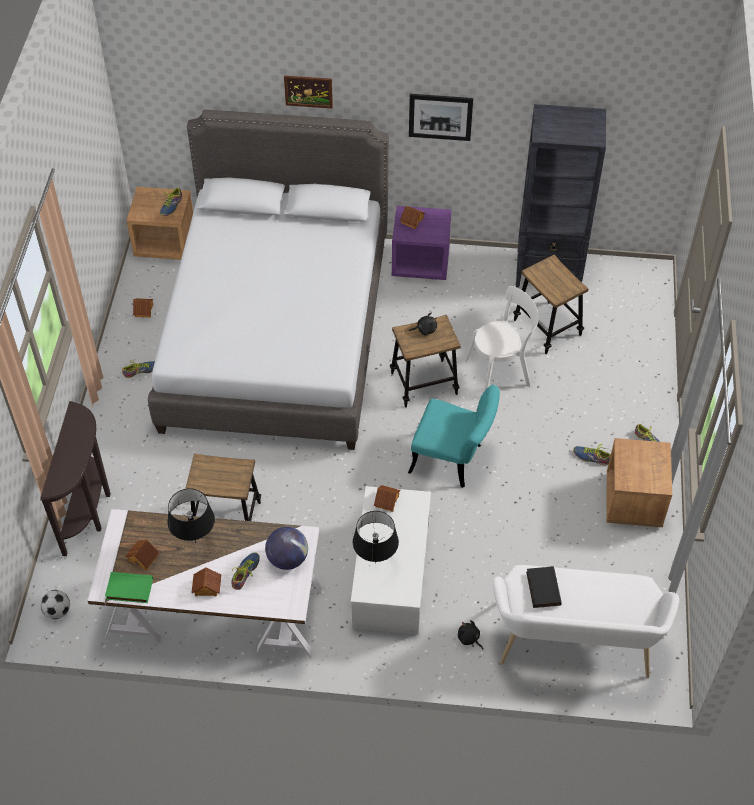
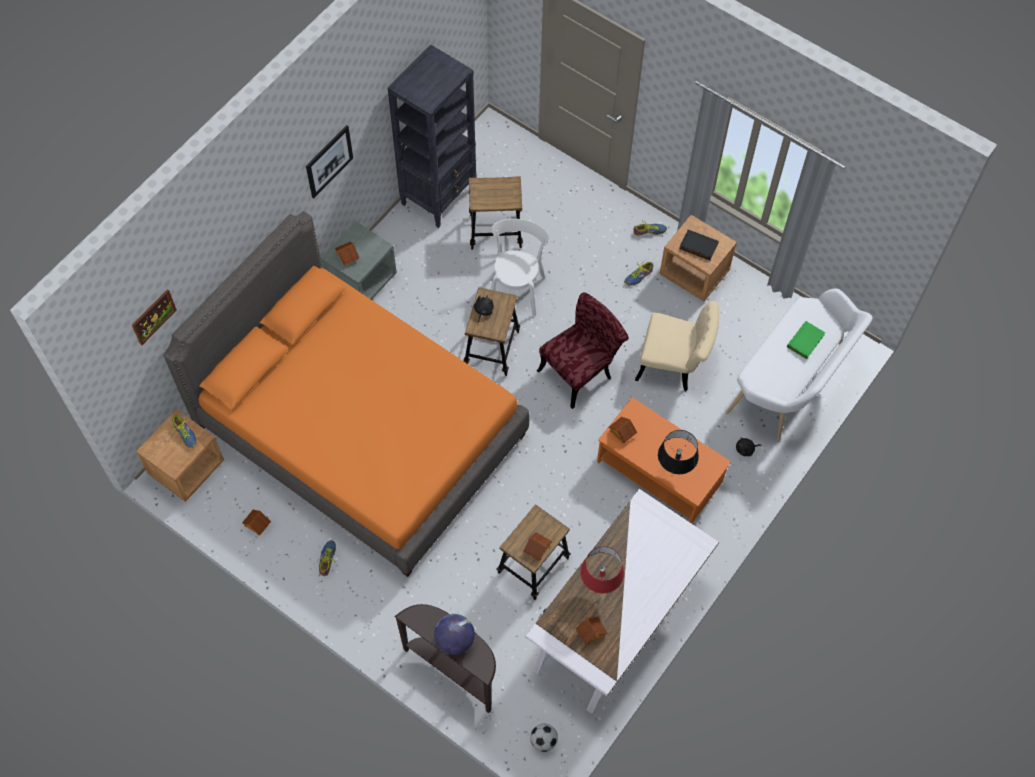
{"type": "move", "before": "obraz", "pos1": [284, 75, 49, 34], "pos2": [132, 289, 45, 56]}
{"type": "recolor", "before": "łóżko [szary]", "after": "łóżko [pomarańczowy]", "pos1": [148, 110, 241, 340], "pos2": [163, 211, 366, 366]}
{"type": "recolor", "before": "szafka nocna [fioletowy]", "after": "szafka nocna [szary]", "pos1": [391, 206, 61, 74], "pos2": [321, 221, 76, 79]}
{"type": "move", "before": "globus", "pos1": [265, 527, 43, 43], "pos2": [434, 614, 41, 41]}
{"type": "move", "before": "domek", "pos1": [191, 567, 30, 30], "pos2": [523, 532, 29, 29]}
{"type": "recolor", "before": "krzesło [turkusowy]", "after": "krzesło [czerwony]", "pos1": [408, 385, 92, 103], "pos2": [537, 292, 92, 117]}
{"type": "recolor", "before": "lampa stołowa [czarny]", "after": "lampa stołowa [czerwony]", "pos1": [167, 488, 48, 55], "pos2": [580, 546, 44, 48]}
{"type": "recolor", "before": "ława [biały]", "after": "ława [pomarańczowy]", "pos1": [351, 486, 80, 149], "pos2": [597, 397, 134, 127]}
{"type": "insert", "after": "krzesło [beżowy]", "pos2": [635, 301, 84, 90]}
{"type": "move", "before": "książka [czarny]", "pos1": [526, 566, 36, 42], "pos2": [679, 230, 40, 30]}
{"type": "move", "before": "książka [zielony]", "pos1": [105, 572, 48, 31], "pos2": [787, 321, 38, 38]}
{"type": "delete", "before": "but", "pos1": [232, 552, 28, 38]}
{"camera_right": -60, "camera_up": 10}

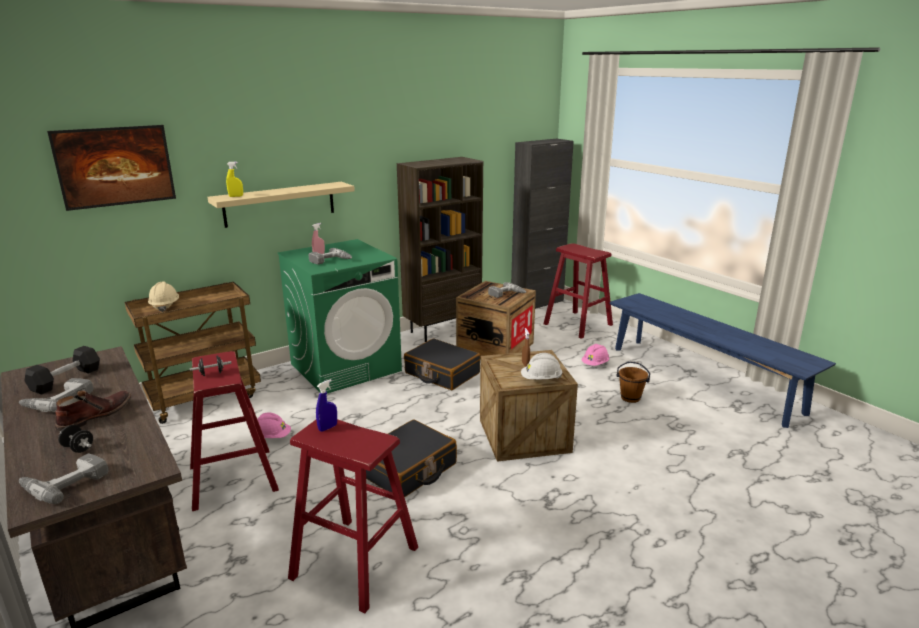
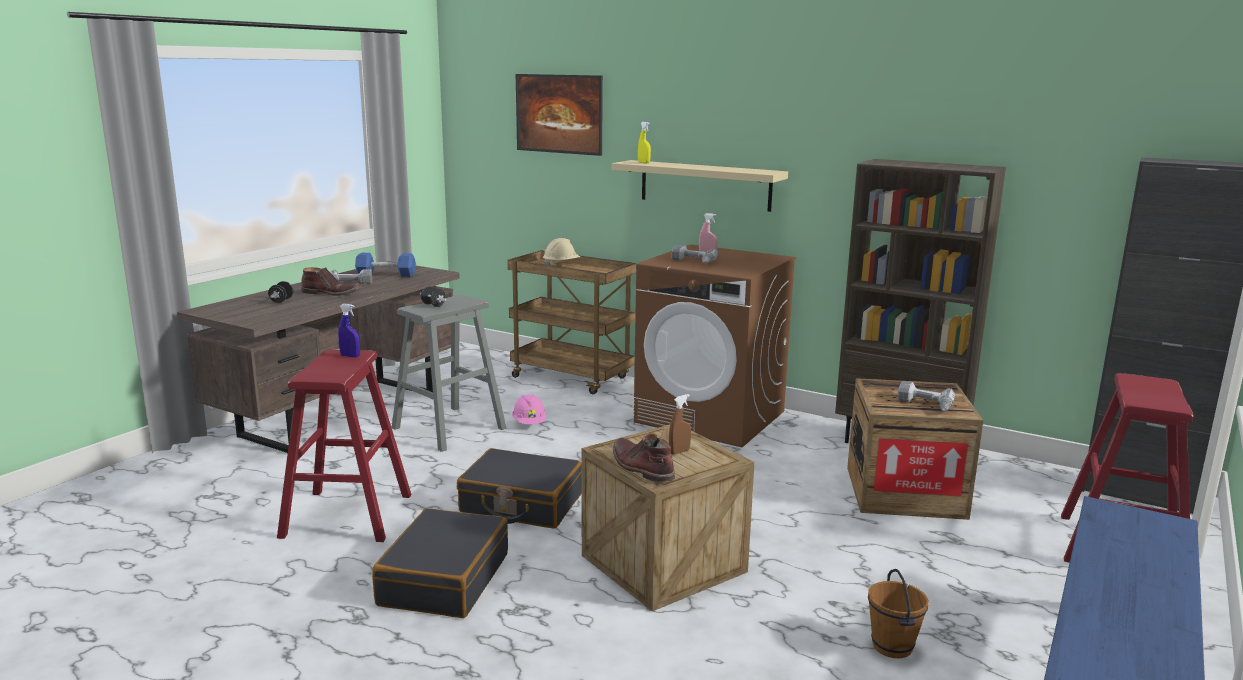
{"type": "recolor", "before": "hantel [czarny]", "after": "hantel [niebieski]", "pos1": [25, 346, 75, 49], "pos2": [355, 253, 61, 24]}
{"type": "move", "before": "walizka [czarny]", "pos1": [404, 338, 77, 52], "pos2": [372, 508, 136, 110]}
{"type": "recolor", "before": "stołek [czerwony]", "after": "stołek [szary]", "pos1": [190, 351, 89, 160], "pos2": [392, 295, 114, 157]}
{"type": "replace", "before": "kask [biały]", "after": "but z cholewką [brązowy]", "pos1": [521, 353, 41, 26], "pos2": [613, 433, 62, 49]}
{"type": "recolor", "before": "pralka [zielony]", "after": "pralka [brązowy]", "pos1": [278, 239, 124, 155], "pos2": [634, 244, 162, 203]}
{"type": "delete", "before": "wiertarka", "pos1": [19, 453, 90, 51]}
{"type": "delete", "before": "kask [różowy]", "pos1": [581, 344, 28, 22]}
{"camera_right": 65, "camera_up": -5}

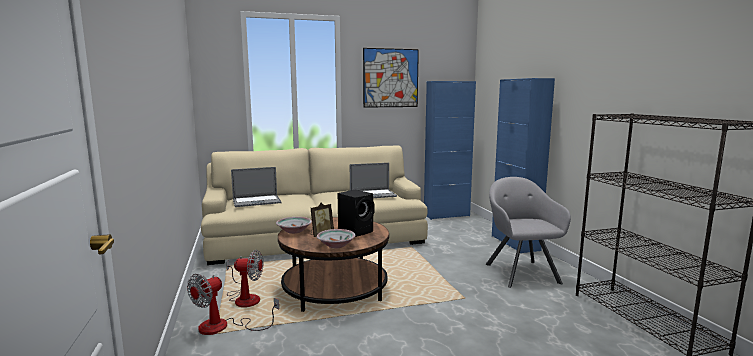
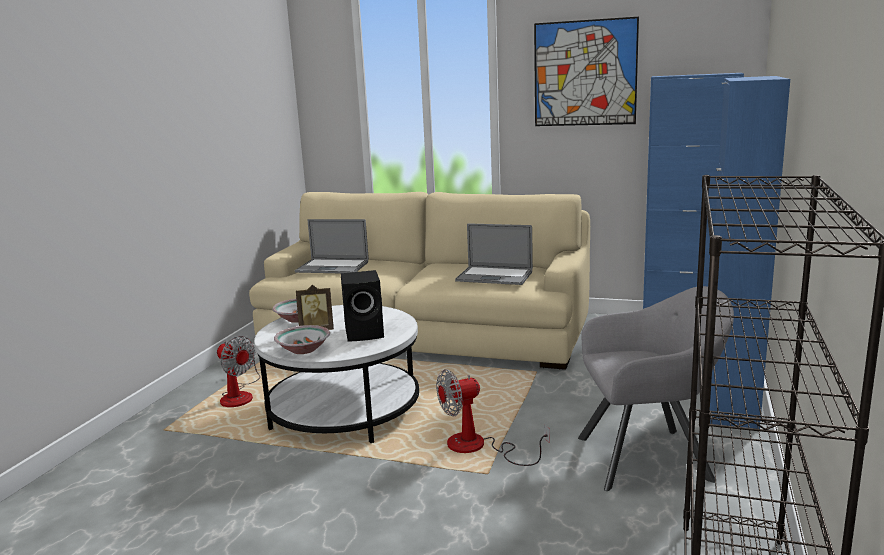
{"type": "recolor", "before": "ława [brązowy]", "after": "ława [biały]", "pos1": [278, 217, 111, 95], "pos2": [254, 305, 165, 138]}
{"type": "move", "before": "wentylator", "pos1": [187, 274, 92, 61], "pos2": [436, 369, 114, 97]}
{"type": "rotate", "before": "fotel [szary]", "pos1": [486, 177, 85, 111], "pos2": [578, 286, 156, 205], "turn": 60}
{"camera_right": 35, "camera_up": 5}

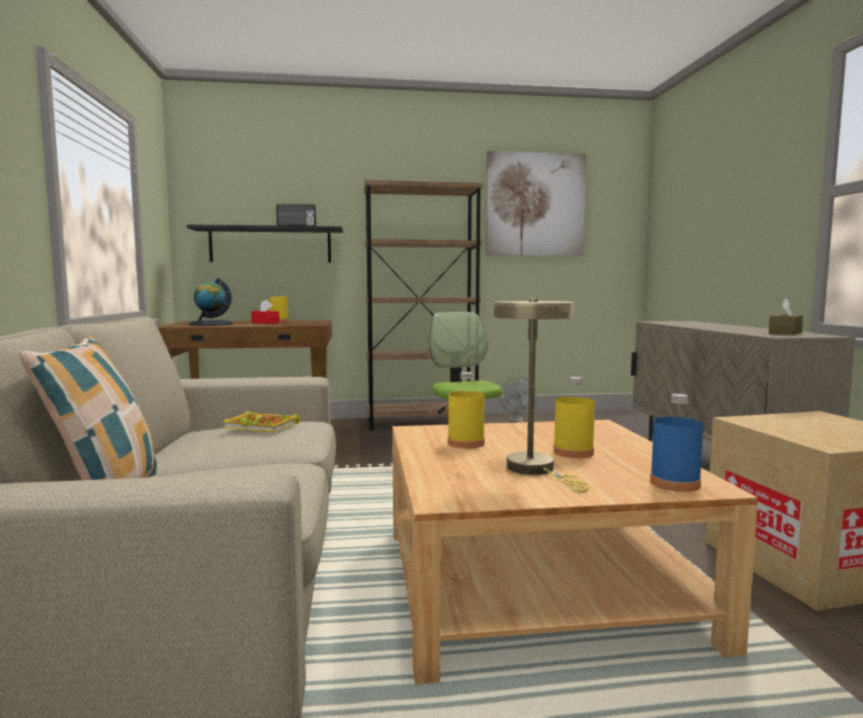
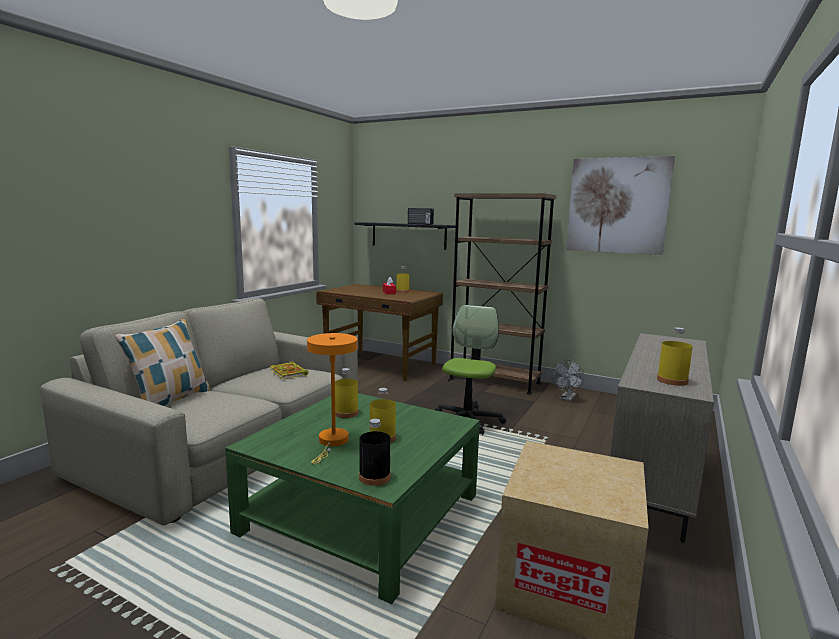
{"type": "recolor", "before": "ława [beżowy]", "after": "ława [zielony]", "pos1": [392, 420, 366, 265], "pos2": [225, 393, 255, 211]}
{"type": "recolor", "before": "lampa stołowa [beżowy]", "after": "lampa stołowa [pomarańczowy]", "pos1": [494, 299, 95, 194], "pos2": [307, 333, 51, 131]}
{"type": "recolor", "before": "butelka [niebieski]", "after": "butelka [czarny]", "pos1": [650, 394, 53, 98], "pos2": [359, 419, 32, 67]}
{"type": "replace", "before": "pudełko chusteczek [brązowy]", "after": "butelka [żółty]", "pos1": [769, 298, 34, 37], "pos2": [657, 327, 36, 59]}
{"type": "delete", "before": "globus", "pos1": [188, 278, 45, 48]}
{"camera_right": 35, "camera_up": 5}

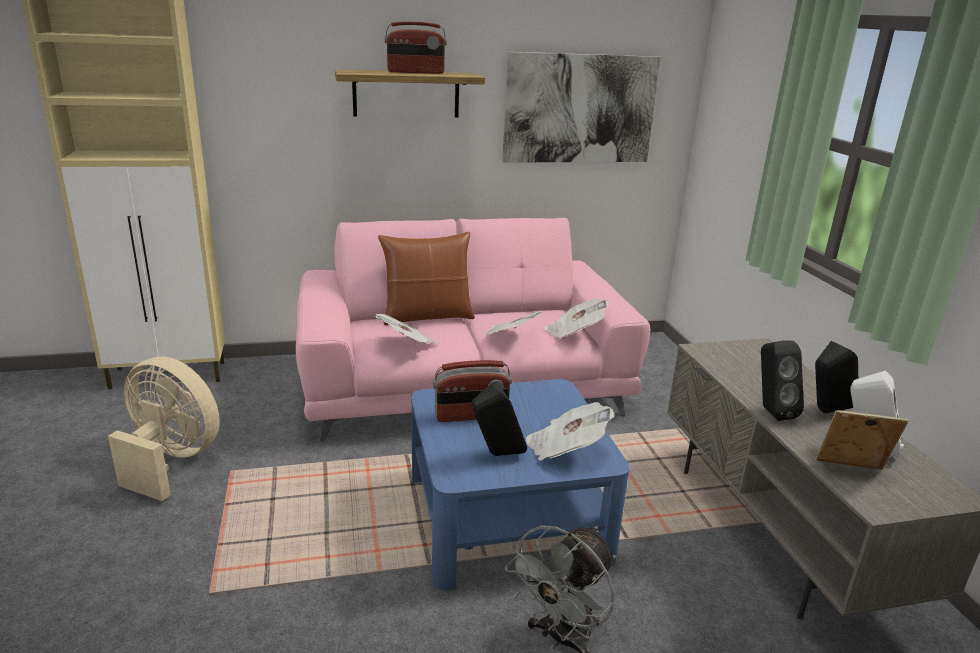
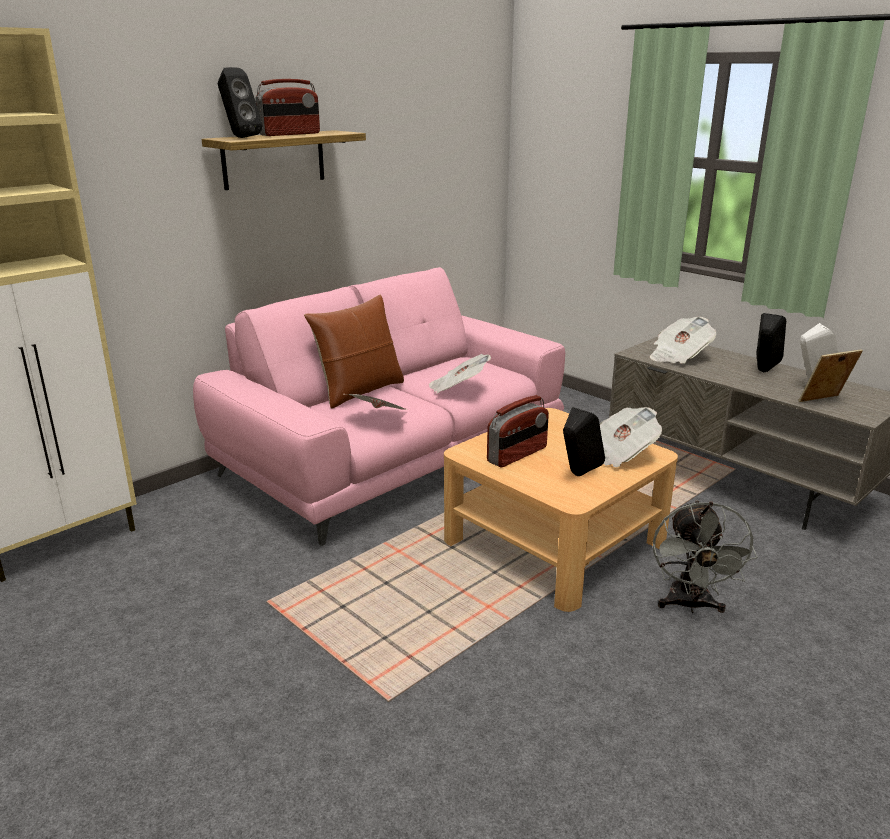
{"type": "move", "before": "głośnik [czarny]", "pos1": [761, 340, 43, 81], "pos2": [218, 67, 45, 71]}
{"type": "recolor", "before": "ława [niebieski]", "after": "ława [beżowy]", "pos1": [411, 379, 219, 211], "pos2": [444, 408, 234, 204]}
{"type": "move", "before": "gazeta", "pos1": [544, 298, 66, 41], "pos2": [650, 317, 66, 47]}
{"type": "delete", "before": "wentylator [beżowy]", "pos1": [108, 356, 112, 145]}
{"type": "delete", "before": "obraz", "pos1": [503, 52, 158, 110]}
{"camera_right": -30, "camera_up": 0}

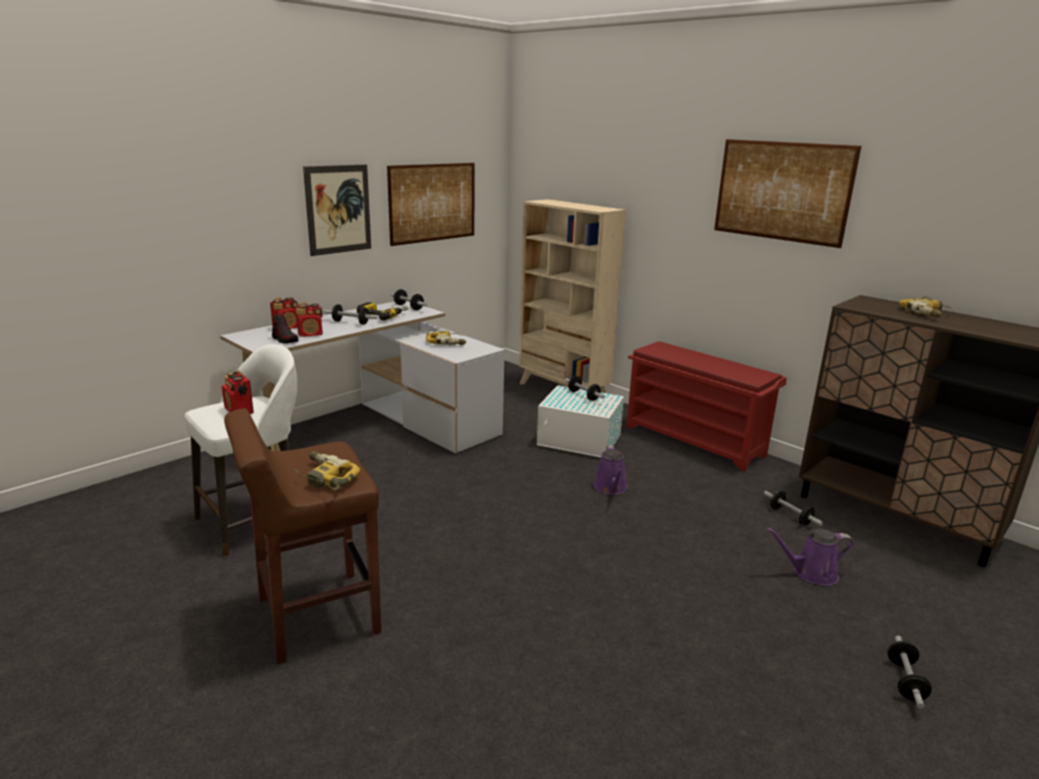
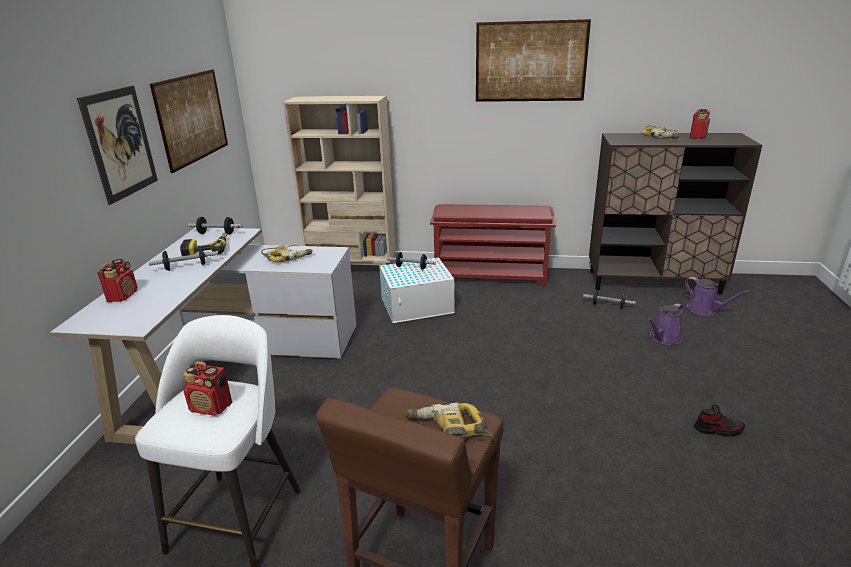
{"type": "move", "before": "konewka [fioletowy]", "pos1": [594, 445, 34, 50], "pos2": [685, 277, 65, 38]}
{"type": "move", "before": "radio", "pos1": [296, 303, 27, 34], "pos2": [690, 109, 20, 30]}
{"type": "move", "before": "but", "pos1": [272, 314, 27, 30], "pos2": [694, 405, 51, 32]}
{"type": "delete", "before": "hantel", "pos1": [887, 636, 45, 73]}
{"camera_right": -35, "camera_up": 5}

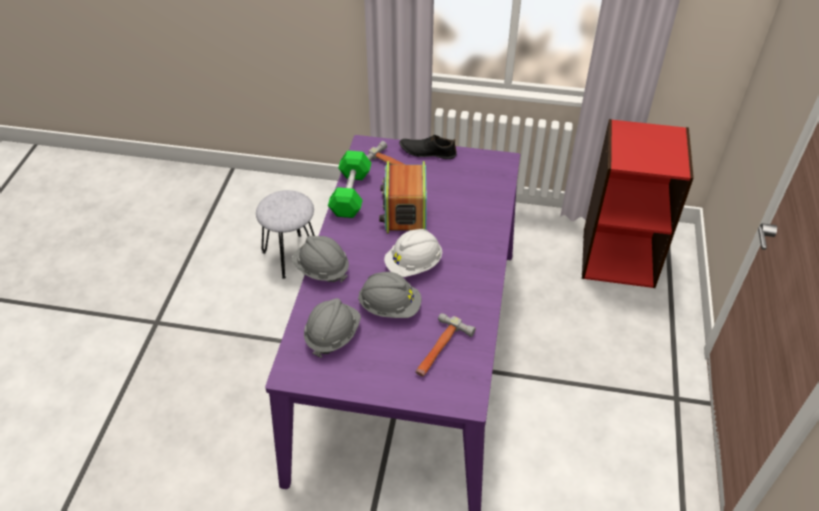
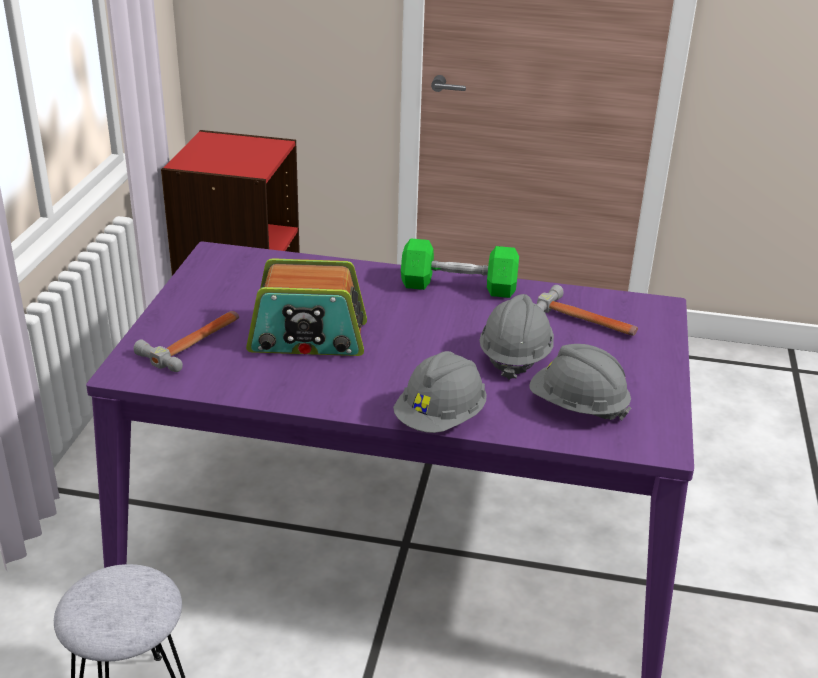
{"type": "move", "before": "hantel [zielony]", "pos1": [328, 150, 43, 68], "pos2": [401, 238, 118, 60]}
{"type": "delete", "before": "kask [biały]", "pos1": [384, 229, 58, 48]}
{"type": "delete", "before": "but [czarny]", "pos1": [399, 135, 58, 24]}
{"camera_right": -90, "camera_up": -15}

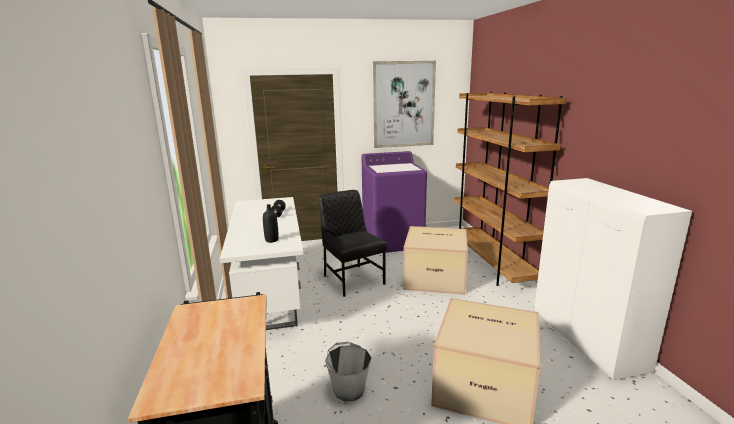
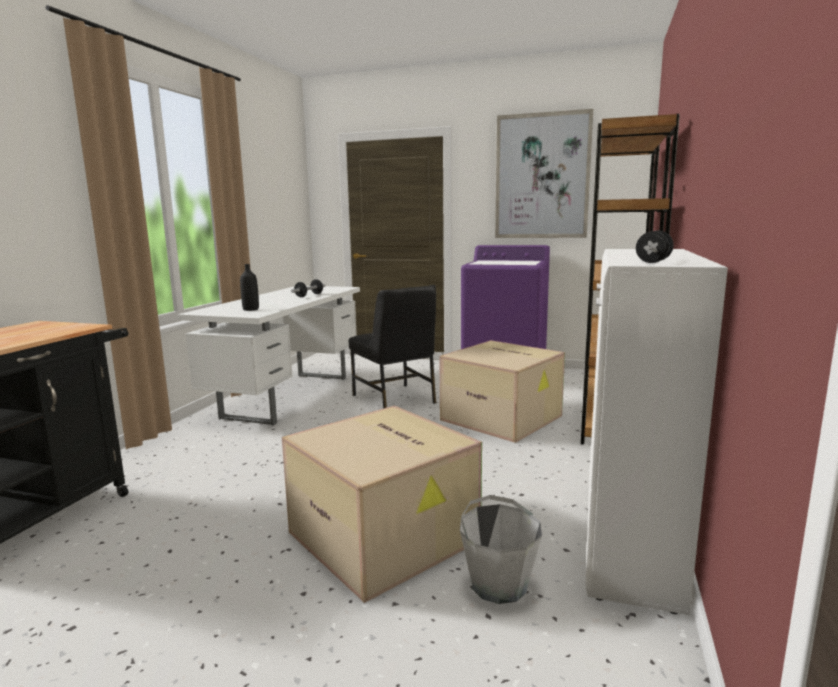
{"type": "rotate", "before": "krzesło [czarny]", "pos1": [319, 190, 68, 107], "pos2": [349, 285, 87, 124], "turn": 150}
{"type": "move", "before": "wiadro [szary]", "pos1": [325, 342, 46, 60], "pos2": [460, 495, 82, 109]}
{"type": "insert", "after": "hantel [czarny]", "pos2": [636, 230, 38, 33]}
{"camera_right": 30, "camera_up": -5}

